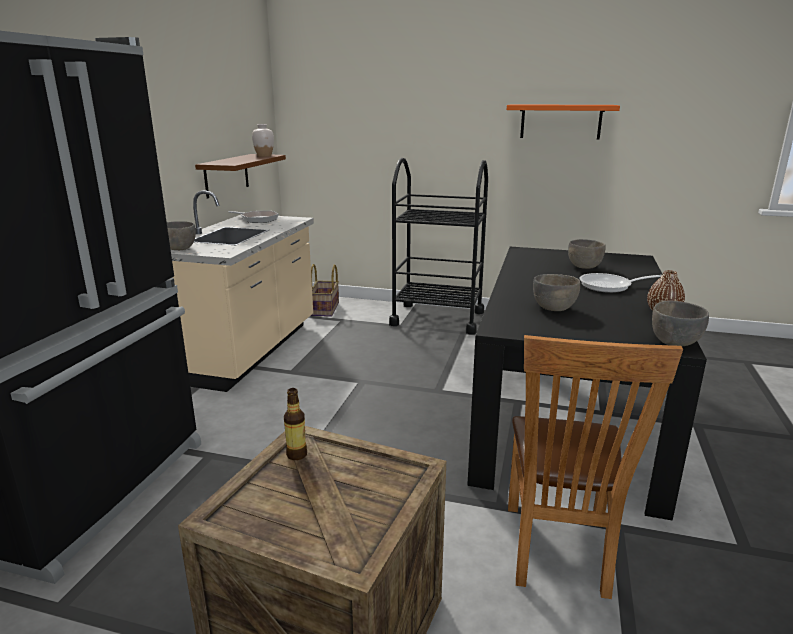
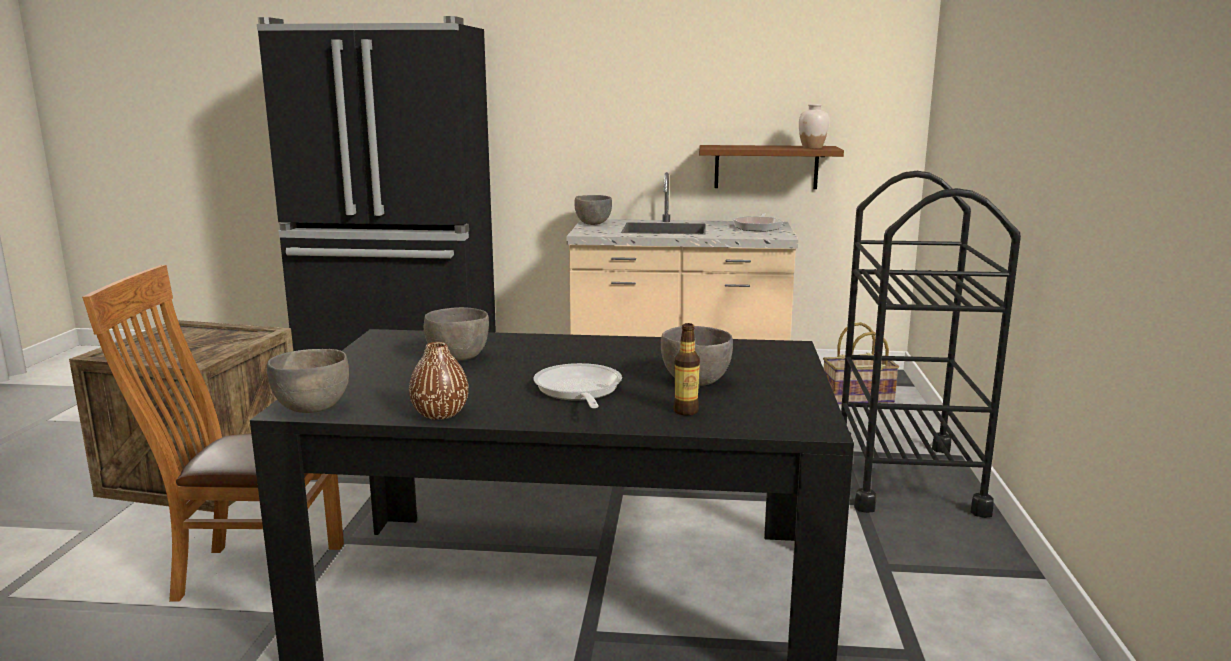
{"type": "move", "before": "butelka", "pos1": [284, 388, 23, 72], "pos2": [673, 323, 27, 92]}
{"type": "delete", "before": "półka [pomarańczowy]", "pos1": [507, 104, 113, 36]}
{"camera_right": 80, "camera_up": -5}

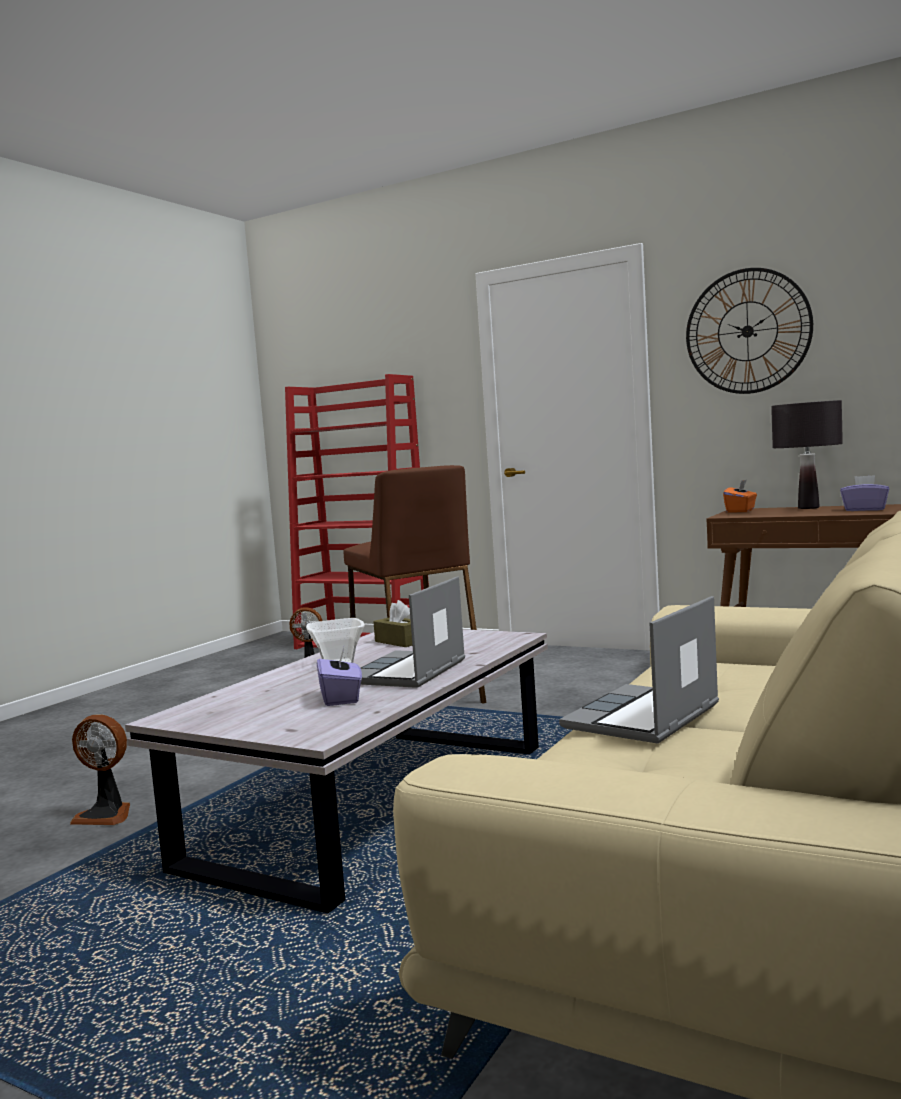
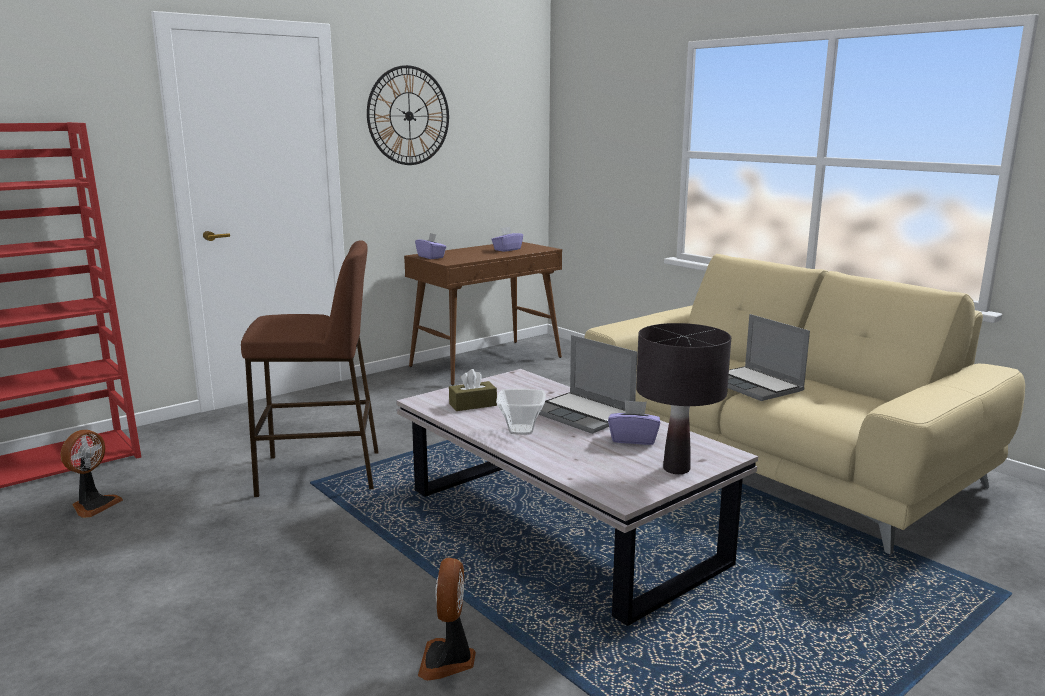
{"type": "recolor", "before": "pudełko chusteczek [pomarańczowy]", "after": "pudełko chusteczek [fioletowy]", "pos1": [723, 480, 34, 33], "pos2": [415, 233, 31, 26]}
{"type": "rotate", "before": "wentylator", "pos1": [70, 715, 60, 110], "pos2": [418, 558, 58, 122], "turn": 150}
{"type": "move", "before": "lampa stołowa [czarny]", "pos1": [771, 400, 72, 109], "pos2": [636, 323, 95, 151]}
{"camera_right": -70, "camera_up": 10}

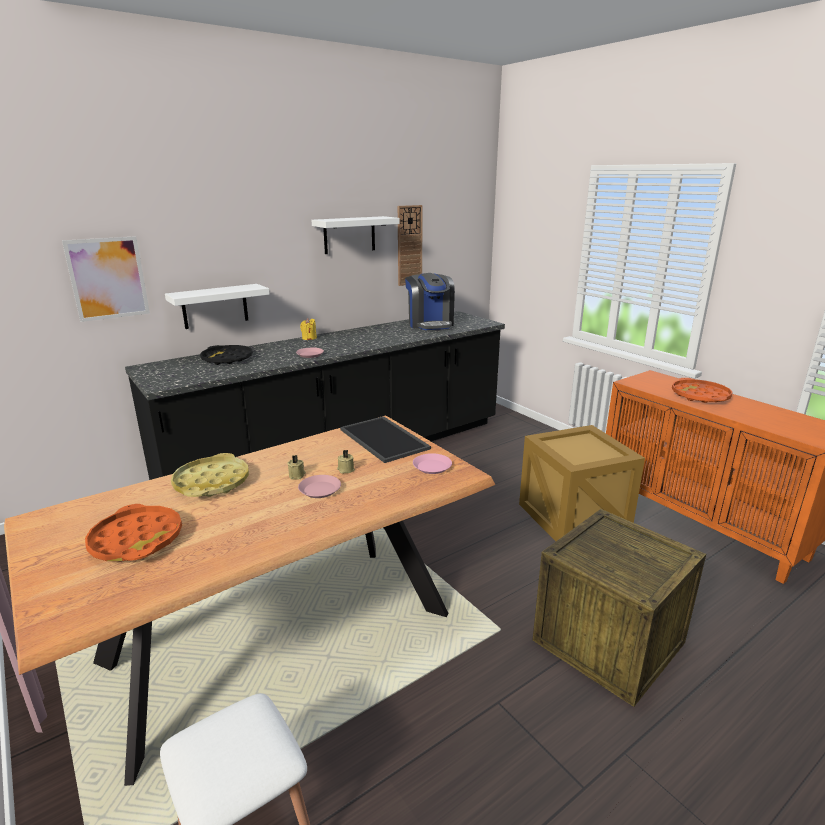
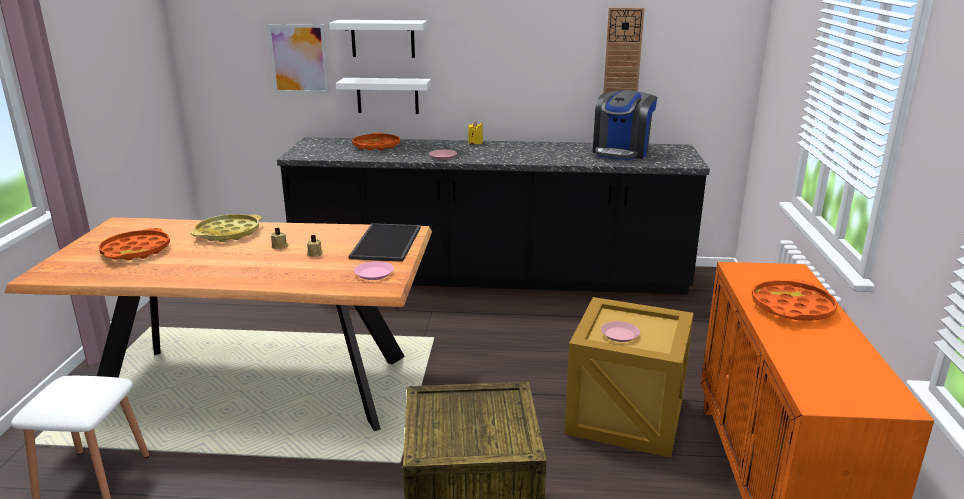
{"type": "move", "before": "półka [biały]", "pos1": [311, 216, 89, 38], "pos2": [329, 20, 98, 38]}
{"type": "recolor", "before": "taca [czarny]", "after": "taca [pomarańczowy]", "pos1": [200, 345, 53, 20], "pos2": [352, 133, 48, 18]}
{"type": "move", "before": "talerz [różowy]", "pos1": [298, 475, 43, 23], "pos2": [601, 321, 39, 21]}
{"camera_right": 40, "camera_up": 0}

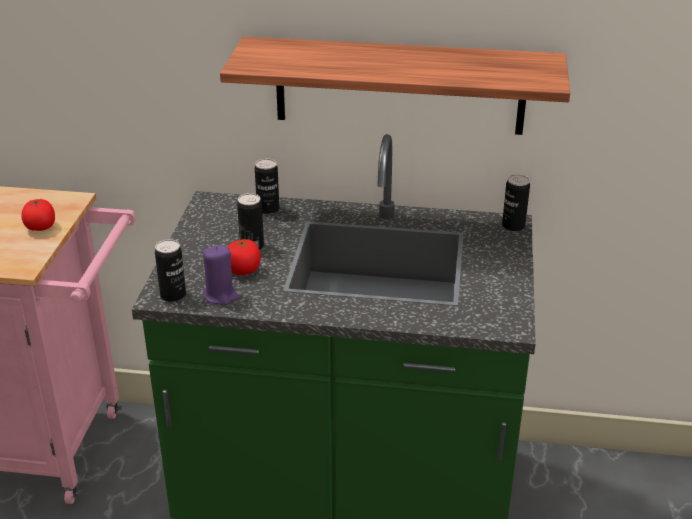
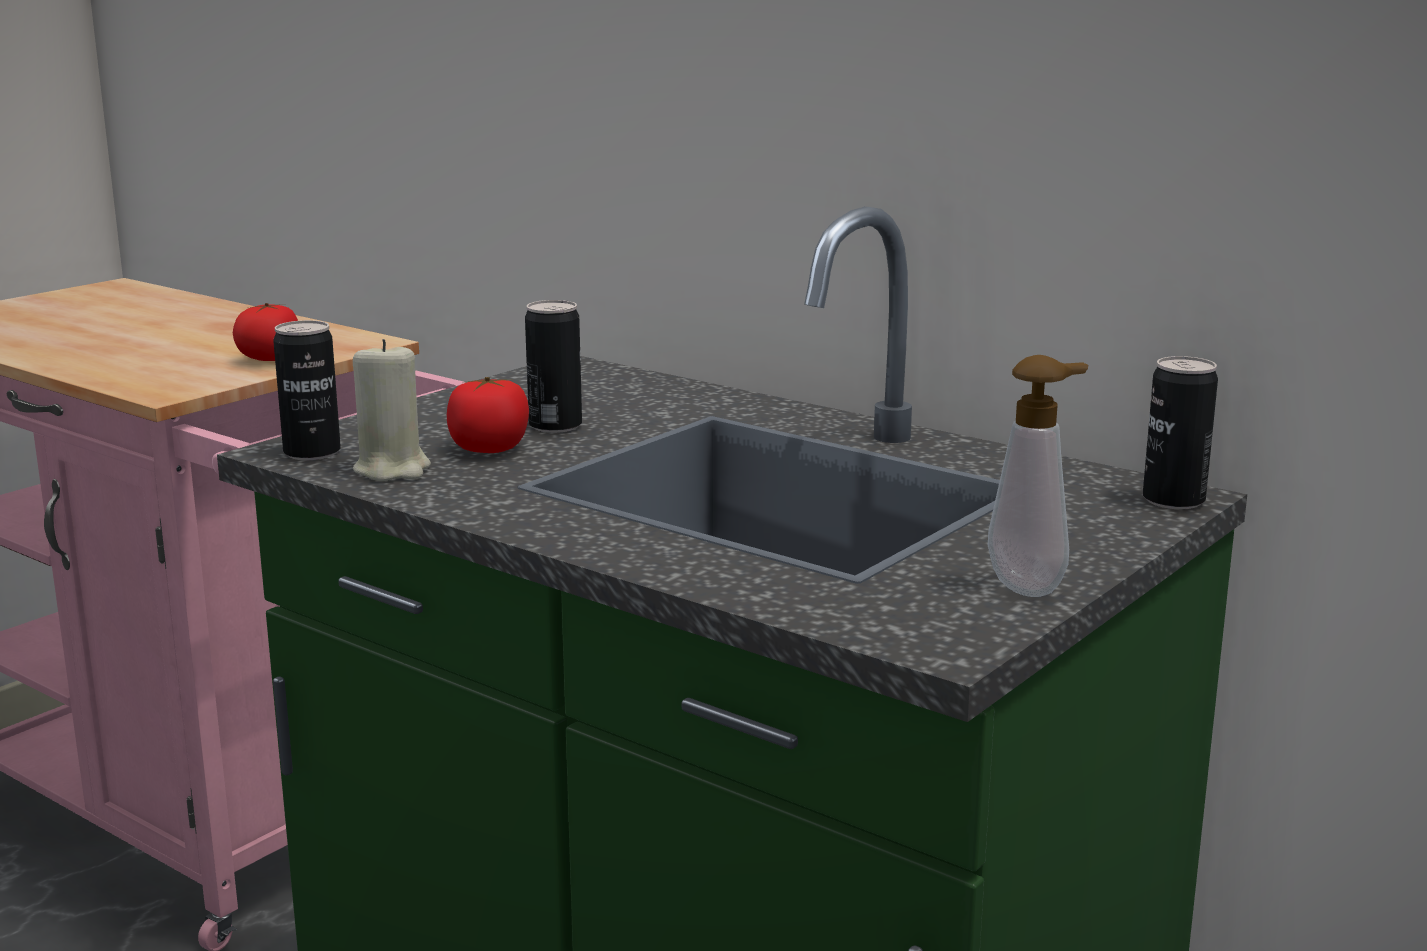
{"type": "recolor", "before": "świeca [fioletowy]", "after": "świeca [beżowy]", "pos1": [203, 244, 37, 61], "pos2": [353, 339, 78, 142]}
{"type": "insert", "after": "dozownik mydła", "pos2": [988, 355, 100, 242]}
{"type": "delete", "before": "półka", "pos1": [220, 36, 350, 99]}
{"type": "delete", "before": "puszka", "pos1": [255, 159, 24, 56]}
{"camera_right": 30, "camera_up": -15}

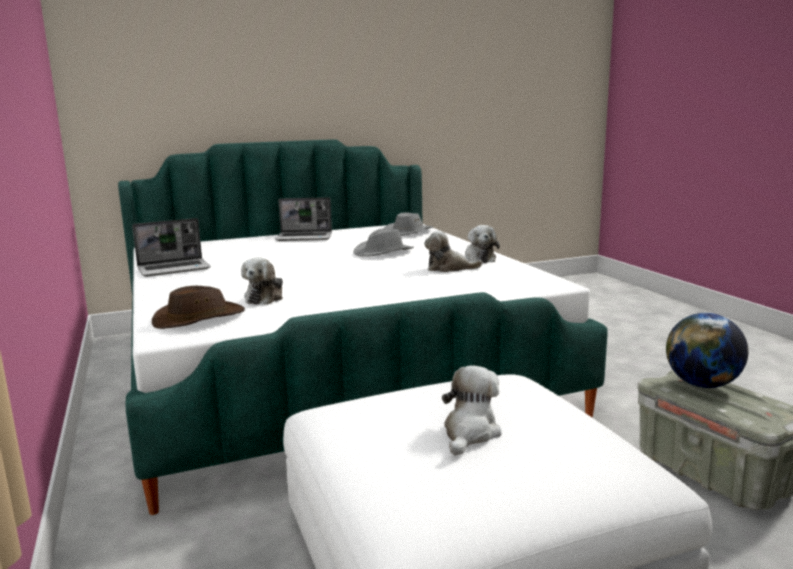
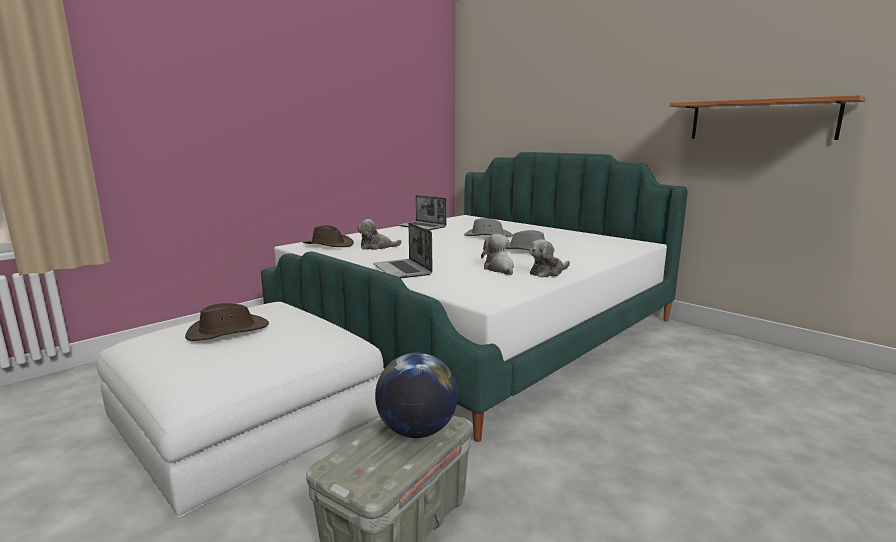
{"type": "replace", "before": "pluszak", "after": "kapelusz [brązowy]", "pos1": [442, 366, 60, 90], "pos2": [185, 303, 84, 38]}
{"type": "move", "before": "laptop", "pos1": [275, 197, 57, 44], "pos2": [373, 222, 60, 56]}
{"type": "move", "before": "kapelusz [szary]", "pos1": [384, 212, 49, 24], "pos2": [464, 218, 49, 19]}
{"type": "insert", "after": "półka", "pos2": [670, 95, 196, 45]}
{"camera_right": 65, "camera_up": 0}

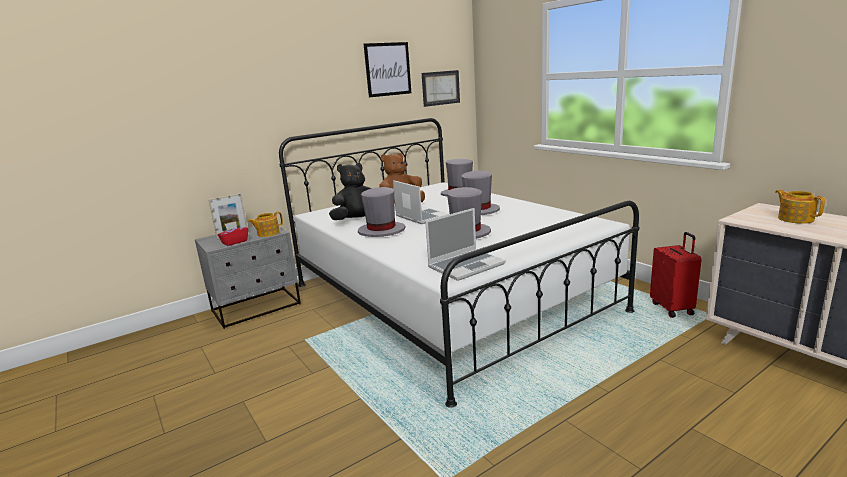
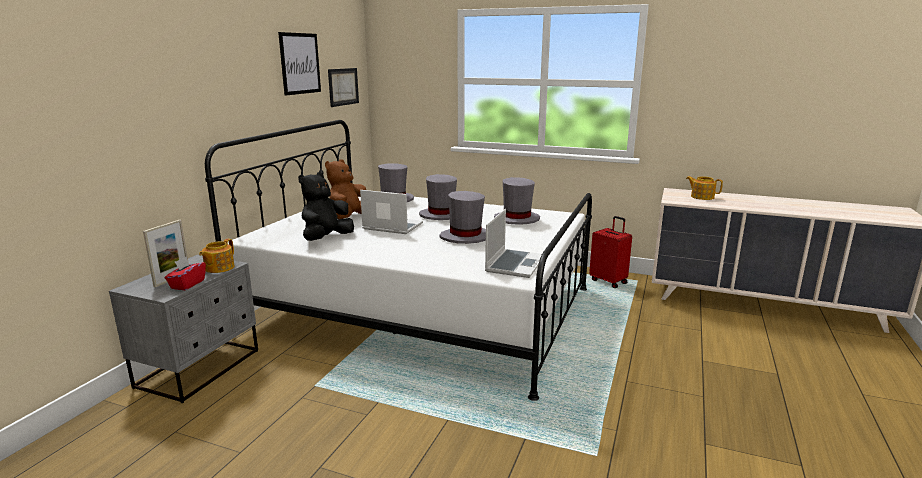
{"type": "move", "before": "kapelusz [szary]", "pos1": [358, 187, 48, 50], "pos2": [494, 177, 46, 48]}
{"camera_right": -35, "camera_up": 0}

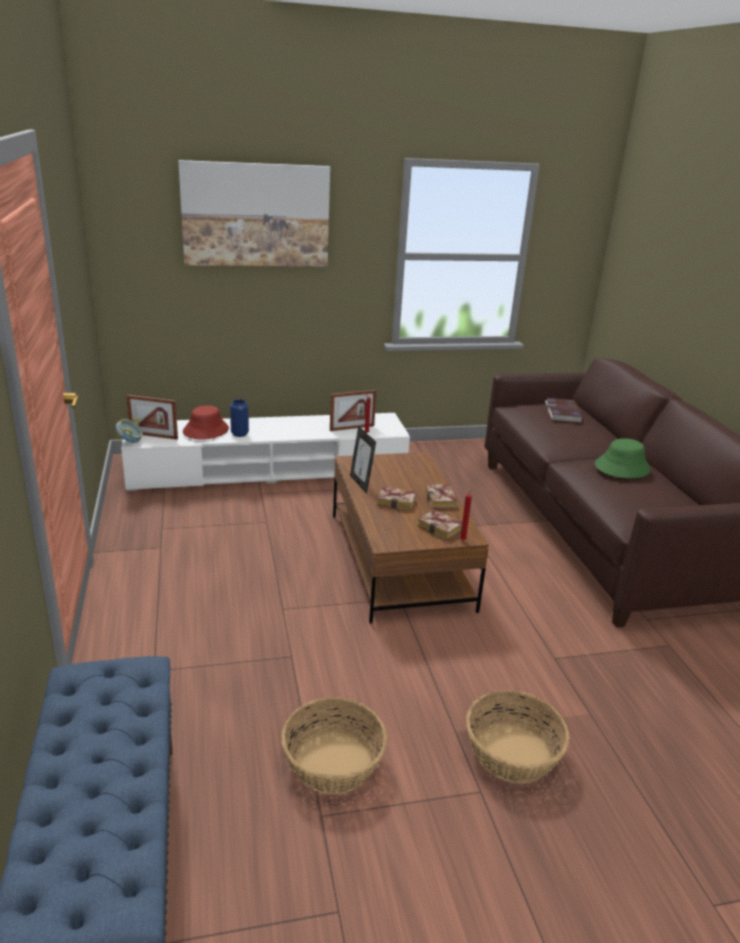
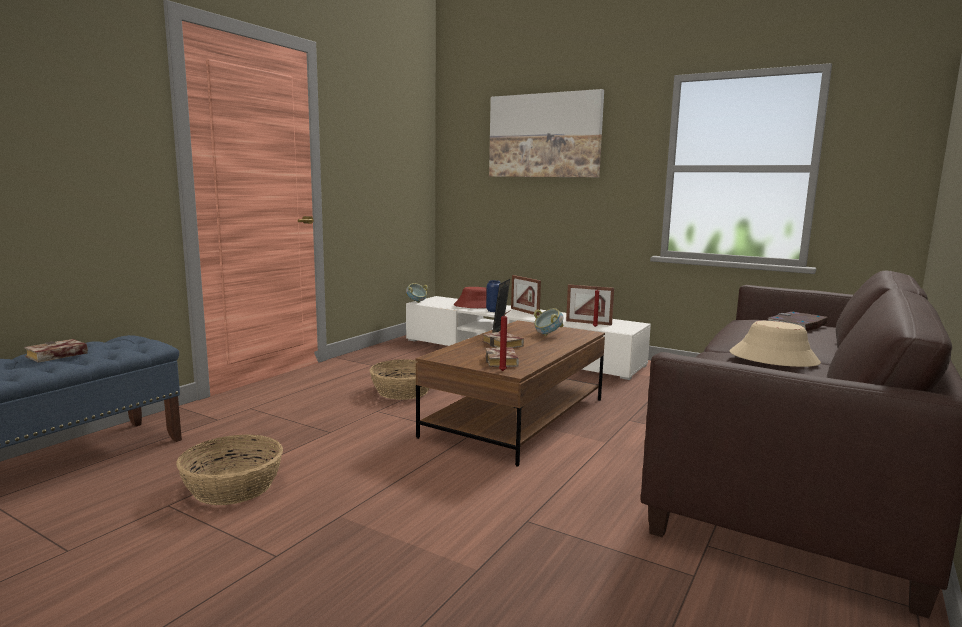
{"type": "move", "before": "książka", "pos1": [425, 484, 33, 24], "pos2": [24, 339, 64, 24]}
{"type": "move", "before": "koszyk", "pos1": [466, 690, 104, 93], "pos2": [369, 359, 61, 41]}
{"type": "move", "before": "ramka na zdjęcie", "pos1": [126, 395, 52, 45], "pos2": [511, 275, 30, 41]}
{"type": "insert", "after": "miska", "pos2": [534, 308, 30, 28]}
{"type": "recolor", "before": "kapelusz [zielony]", "after": "kapelusz [beżowy]", "pos1": [595, 438, 56, 40], "pos2": [729, 321, 92, 46]}
{"camera_right": 45, "camera_up": -15}

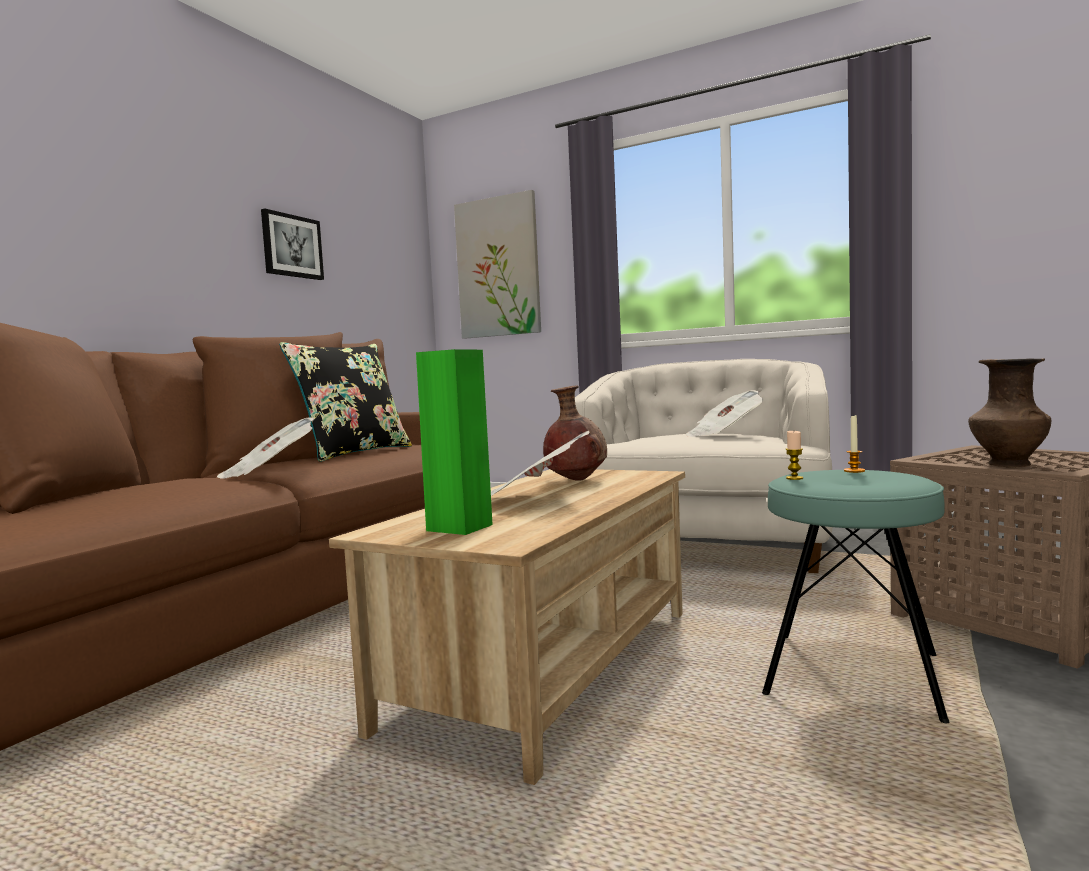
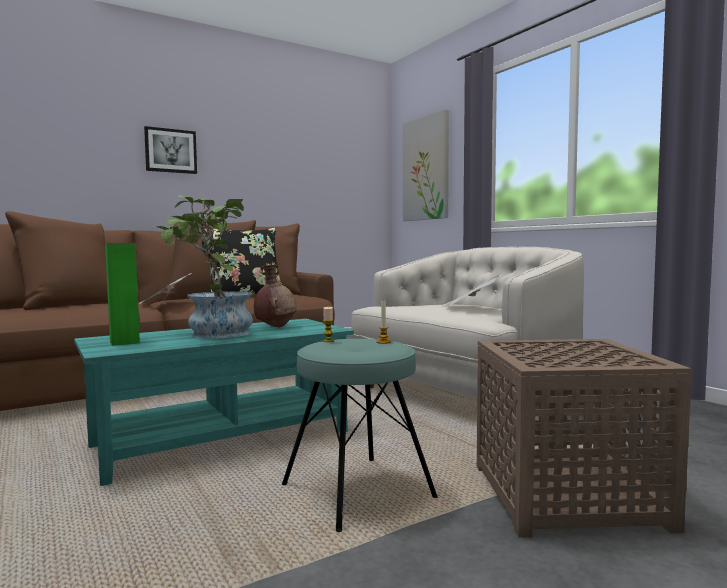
{"type": "recolor", "before": "ława [beżowy]", "after": "ława [turkusowy]", "pos1": [329, 469, 356, 316], "pos2": [74, 319, 280, 167]}
{"type": "move", "before": "obraz", "pos1": [261, 209, 63, 71], "pos2": [144, 126, 53, 48]}
{"type": "replace", "before": "gazeta", "after": "roślina doniczkowa", "pos1": [491, 431, 98, 65], "pos2": [157, 195, 96, 144]}
{"type": "delete", "before": "wazon [brązowy]", "pos1": [968, 358, 84, 109]}
{"camera_right": 30, "camera_up": 0}

